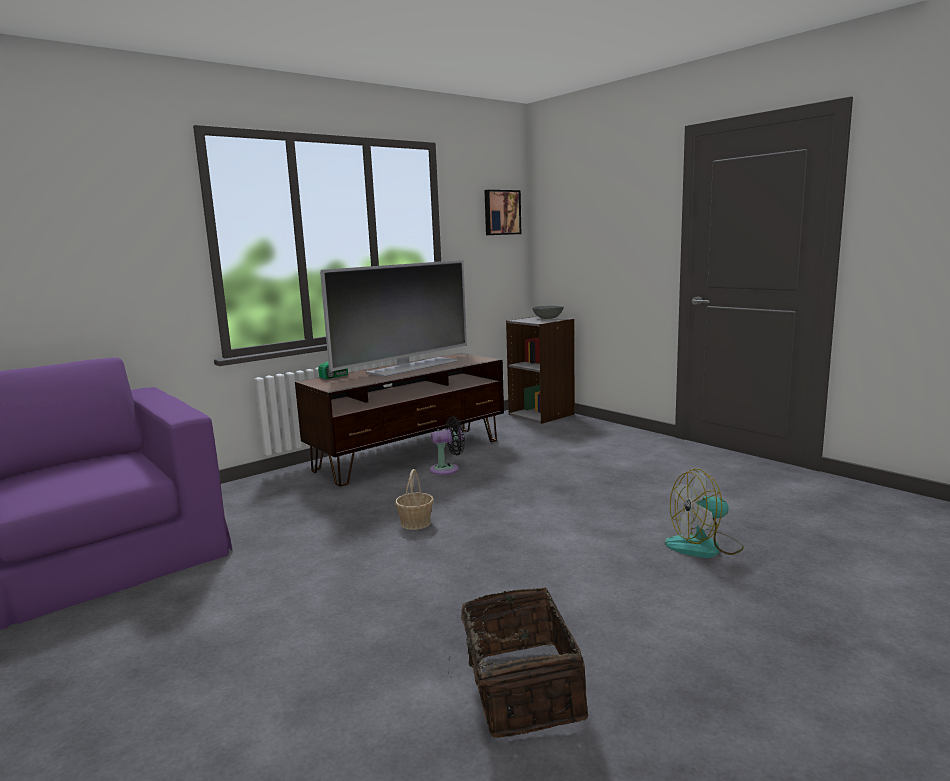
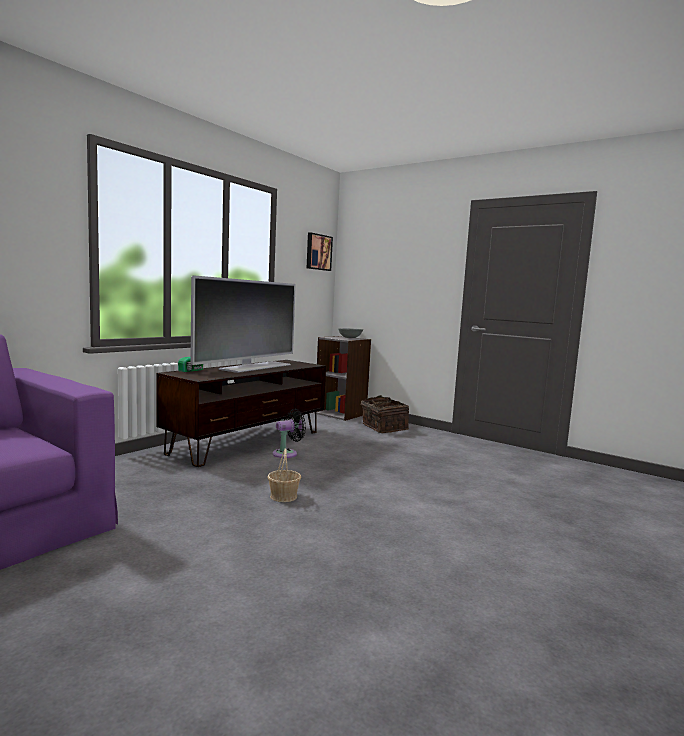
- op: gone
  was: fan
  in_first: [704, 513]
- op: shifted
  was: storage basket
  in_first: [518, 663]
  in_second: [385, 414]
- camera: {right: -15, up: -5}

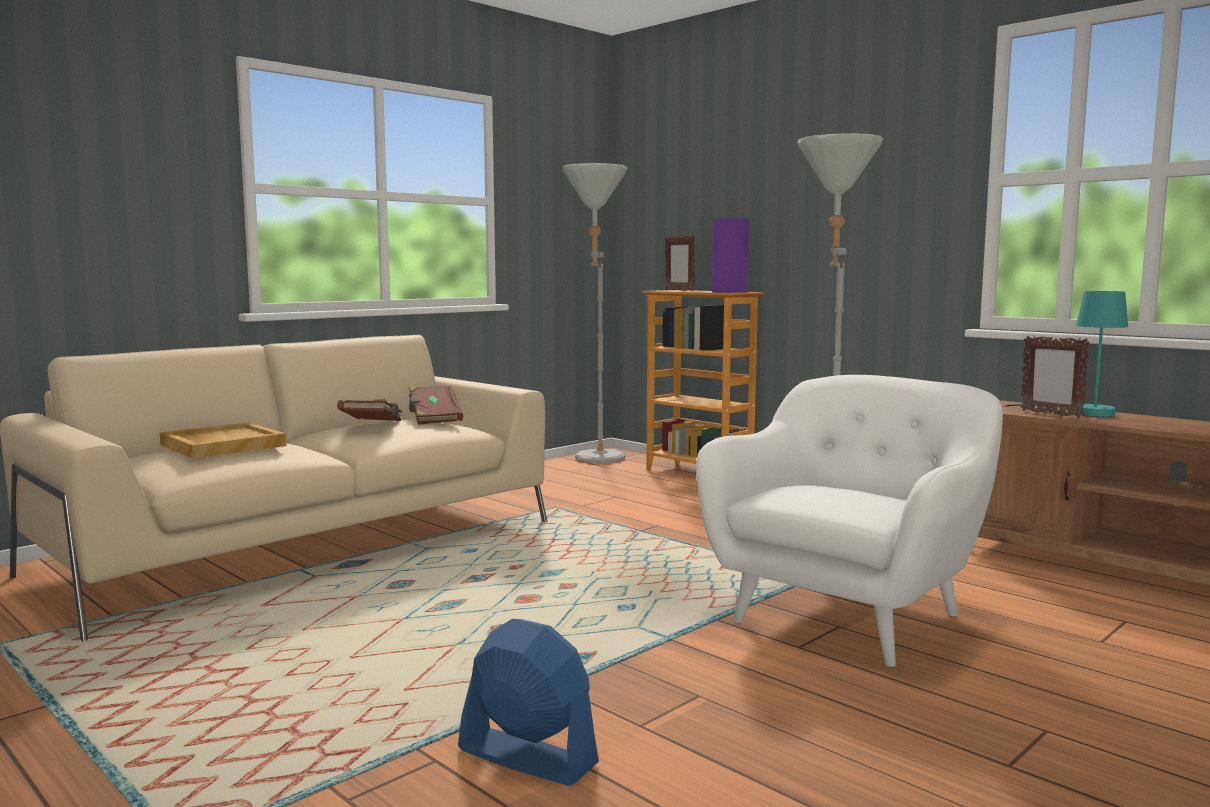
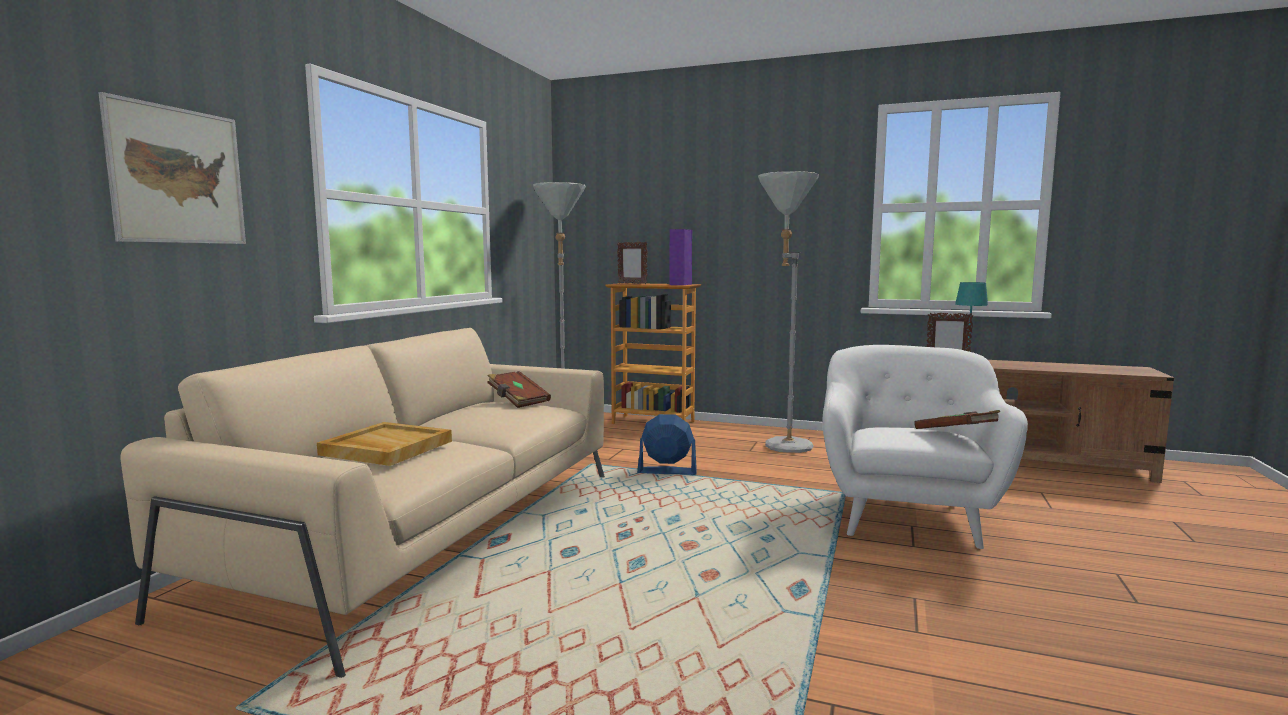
- op: shifted
  was: brownish book
  in_first: [369, 410]
  in_second: [957, 419]
- op: shifted
  was: blue fan
  in_first: [528, 702]
  in_second: [667, 444]
- op: new
  now: picture
  in_second: [172, 168]
- camera: {right: -25, up: 0}

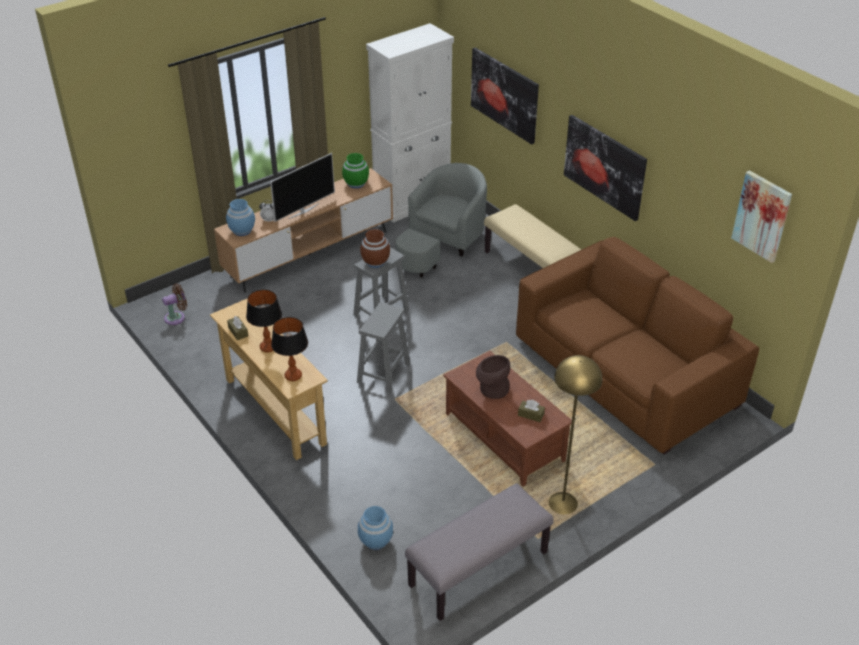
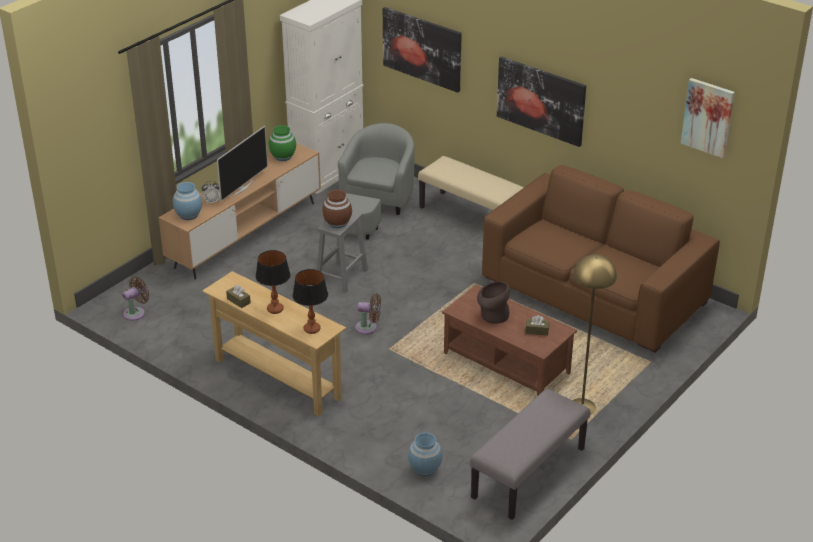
- op: swapped
  was: grey stool
  now: brownish fan
  in_first: [383, 347]
  in_second: [368, 314]
- camera: {right: -15, up: -5}

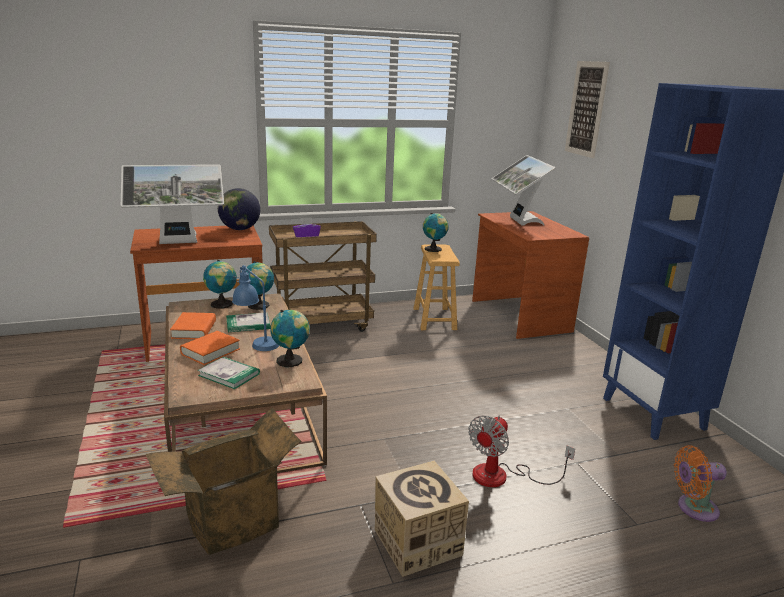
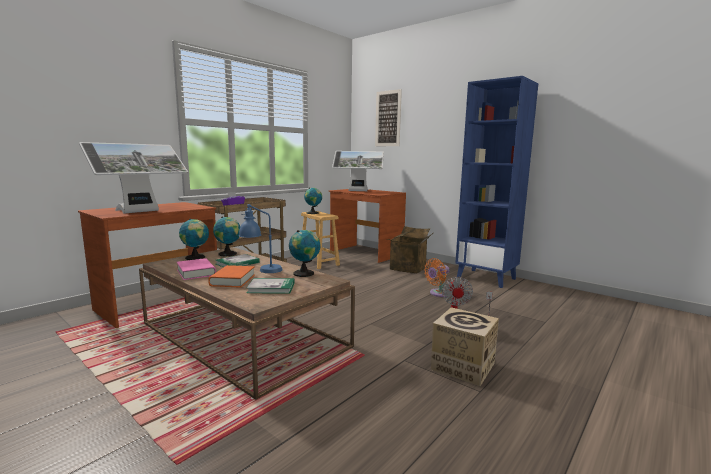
- op: rotated
  was: computer screen
  in_first: [524, 190]
  in_second: [358, 171]
  clockwise: -45
- op: gone
  was: world globe
  in_first: [239, 209]
- op: repainted
  was: orangey book
  now: pink book
  in_first: [193, 325]
  in_second: [196, 269]
- op: shifted
  was: carton
  in_first: [223, 481]
  in_second: [410, 249]
- op: shifted
  was: orangey fan
  in_first: [700, 483]
  in_second: [436, 277]
- camera: {right: -30, up: -10}

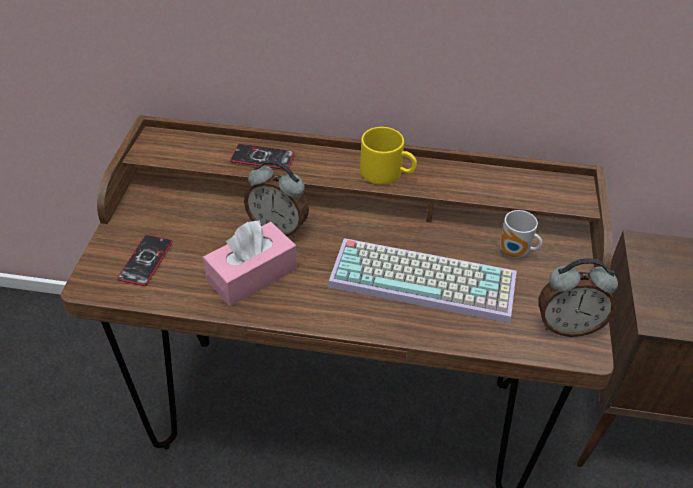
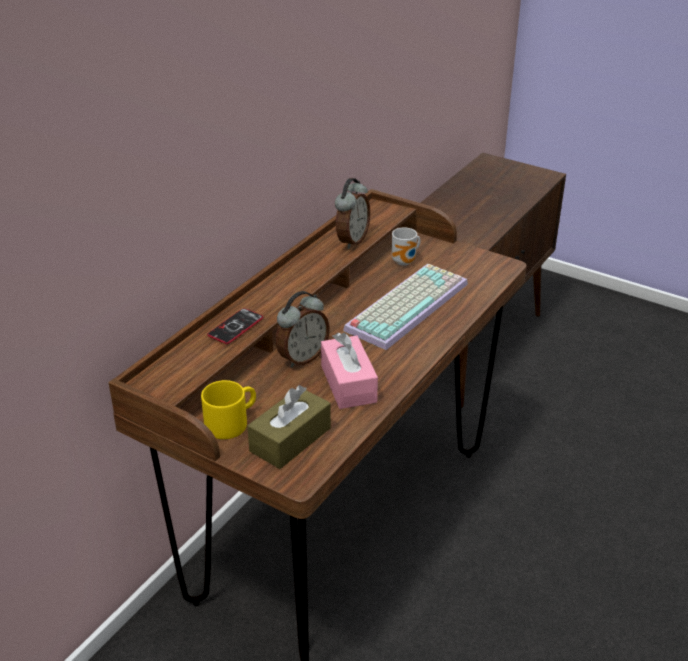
- op: shifted
  was: yellow-coloured tea mug
  in_first: [388, 156]
  in_second: [228, 409]
- op: swapped
  was: phone
  now: brownish box of tissues
  in_first: [145, 260]
  in_second: [289, 427]
- op: shifted
  was: table clock
  in_first: [578, 297]
  in_second: [352, 213]
- camera: {right: -65, up: -10}

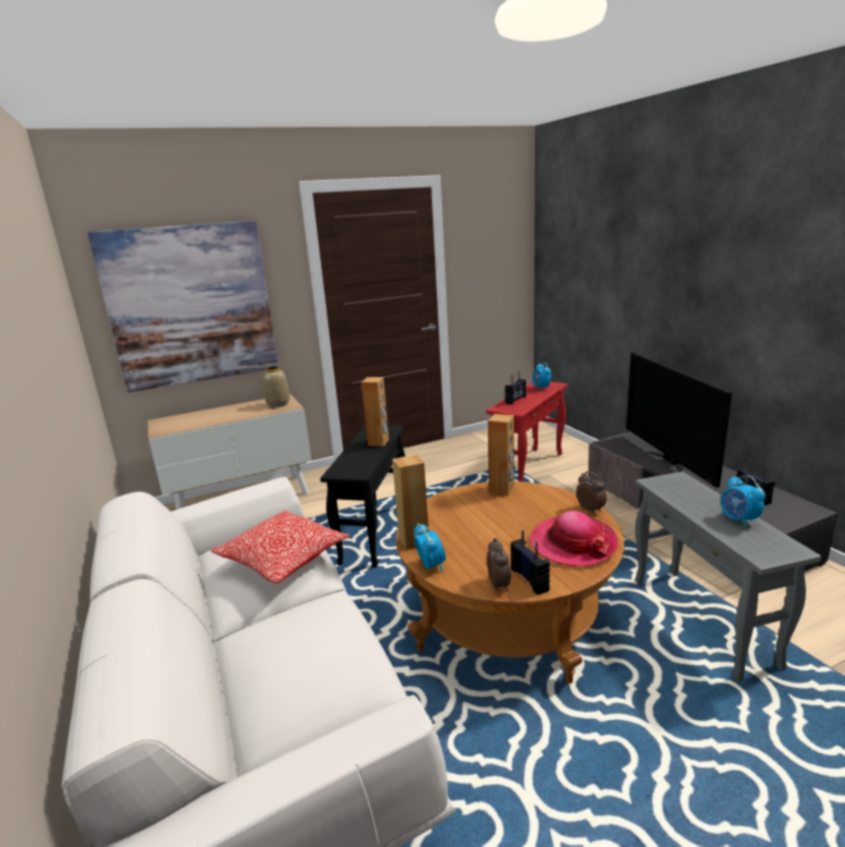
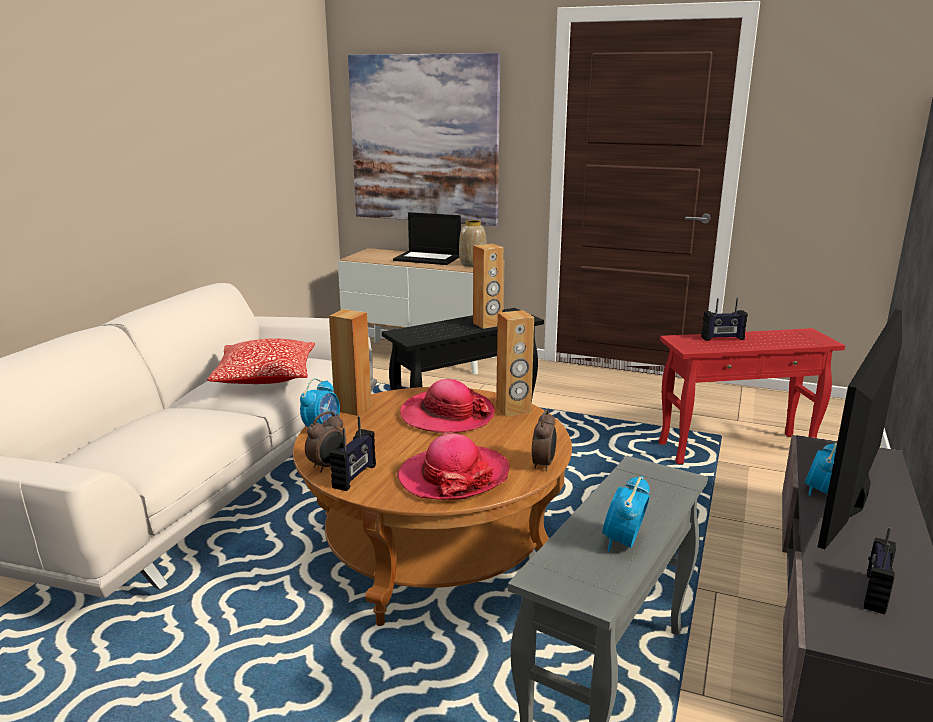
- op: shifted
  was: table clock
  in_first: [542, 376]
  in_second: [821, 469]
- op: new
  now: notebook computer
  in_second: [427, 238]
- op: new
  now: clothing hat
  in_second: [447, 406]
- camera: {right: 45, up: 0}

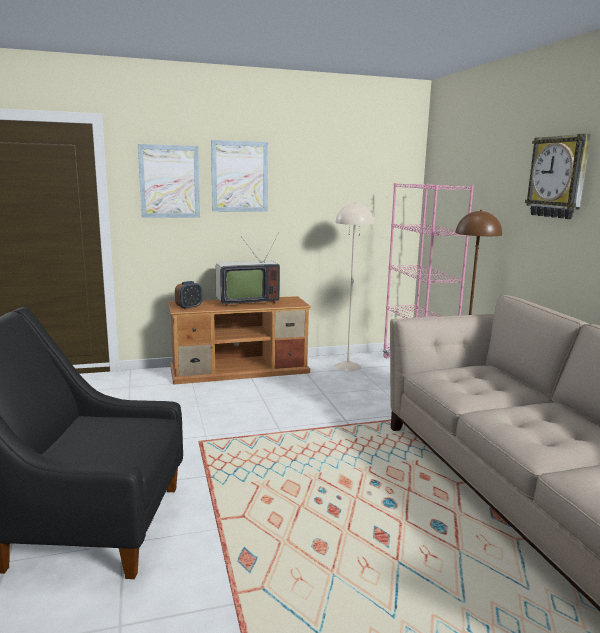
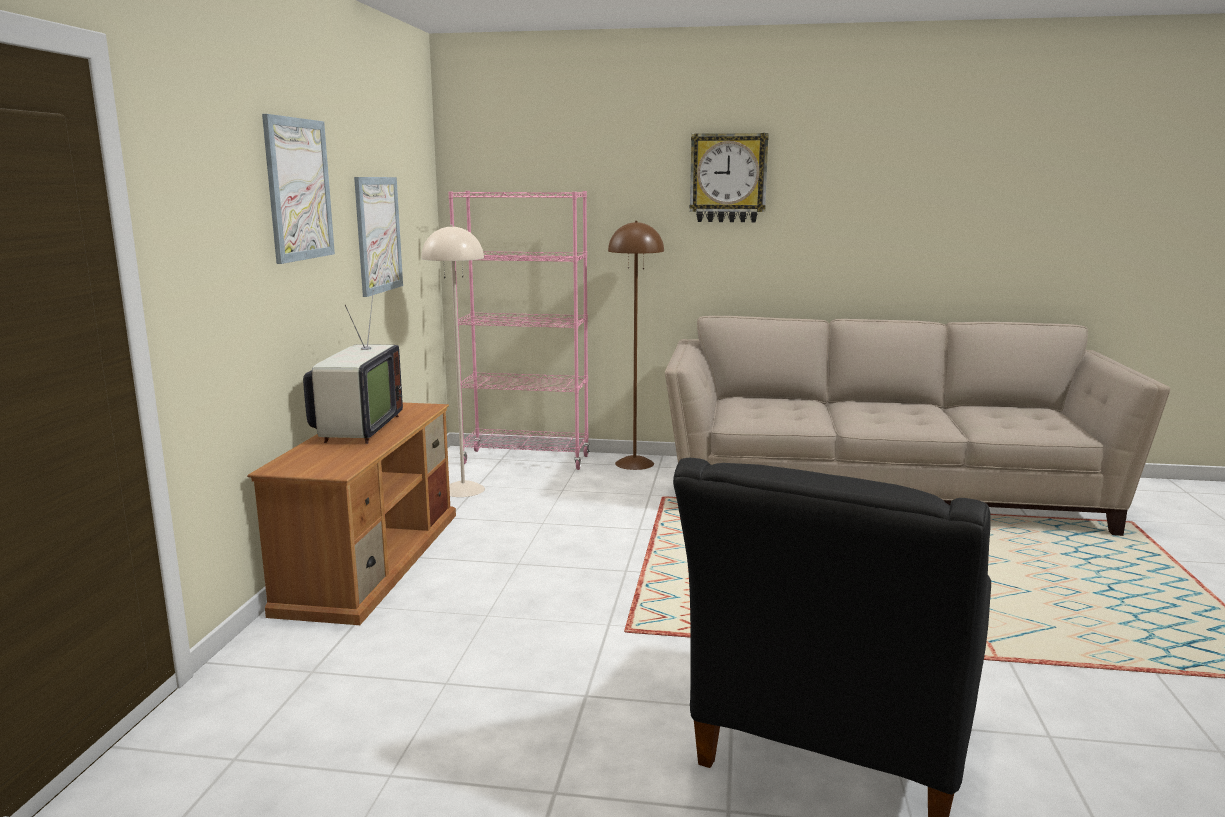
- op: shifted
  was: picture
  in_first: [169, 181]
  in_second: [378, 237]
- op: gone
  was: table clock
  in_first: [188, 295]
- camera: {right: -65, up: 0}

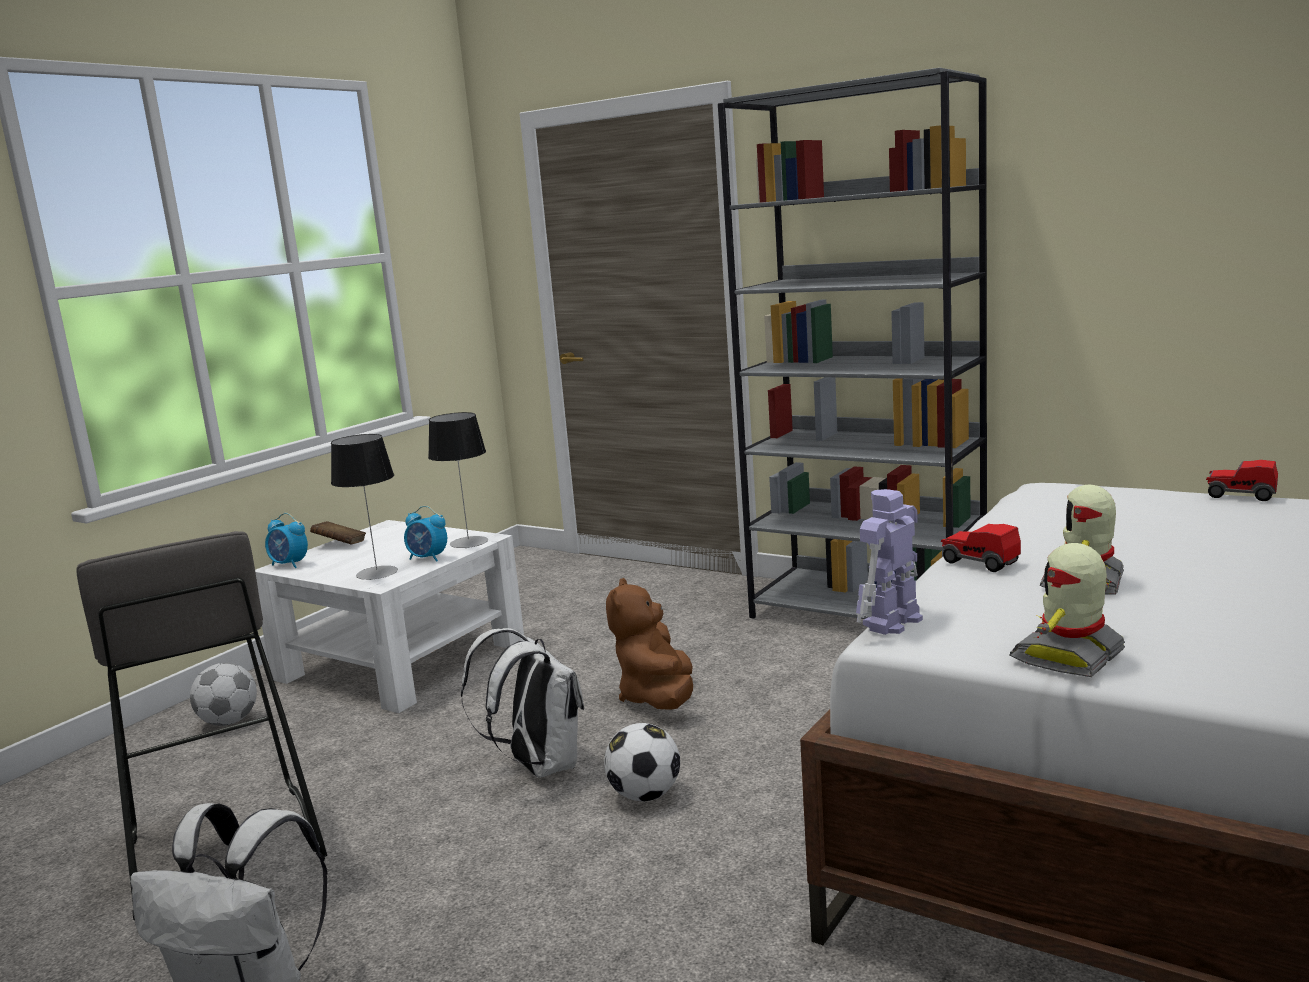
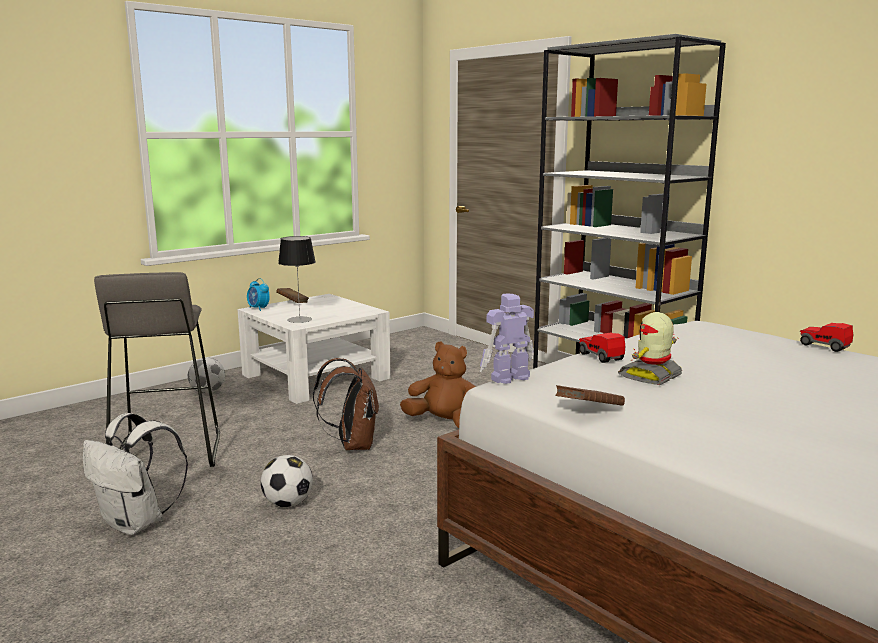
- op: gone
  was: tabletop lamp
  in_first: [458, 480]
- op: gone
  was: table clock
  in_first: [425, 534]
- op: swapped
  was: robot figure
  now: brownish book
  in_first: [1067, 610]
  in_second: [590, 395]
- op: rotated
  was: brownish soft toy
  in_first: [649, 644]
  in_second: [438, 384]
  clockwise: 90
- op: repainted
  was: whitish knapsack
  now: brownish knapsack
  in_first: [522, 703]
  in_second: [346, 404]
- op: shifted
  was: ball for football
  in_first: [642, 762]
  in_second: [287, 481]
- camera: {right: 15, up: 0}

